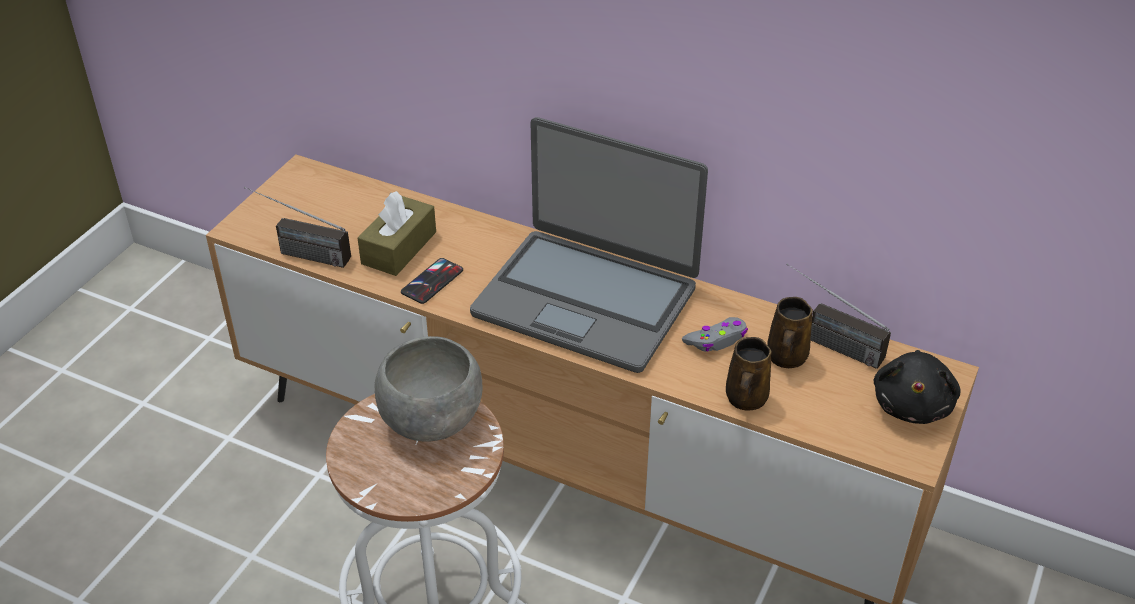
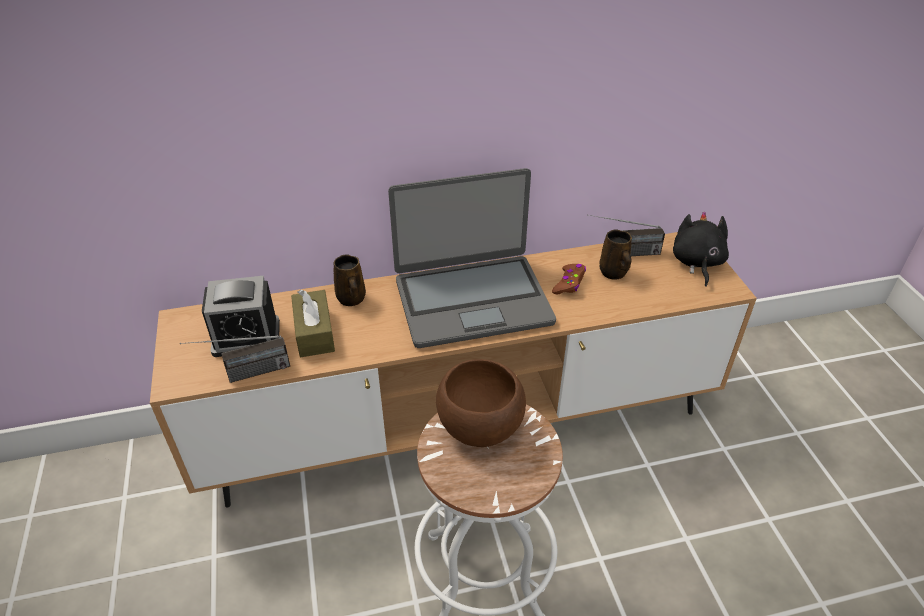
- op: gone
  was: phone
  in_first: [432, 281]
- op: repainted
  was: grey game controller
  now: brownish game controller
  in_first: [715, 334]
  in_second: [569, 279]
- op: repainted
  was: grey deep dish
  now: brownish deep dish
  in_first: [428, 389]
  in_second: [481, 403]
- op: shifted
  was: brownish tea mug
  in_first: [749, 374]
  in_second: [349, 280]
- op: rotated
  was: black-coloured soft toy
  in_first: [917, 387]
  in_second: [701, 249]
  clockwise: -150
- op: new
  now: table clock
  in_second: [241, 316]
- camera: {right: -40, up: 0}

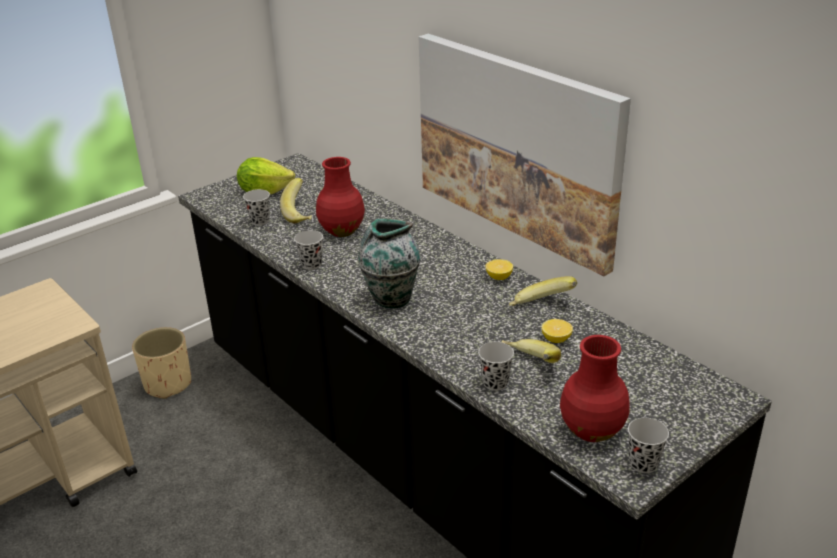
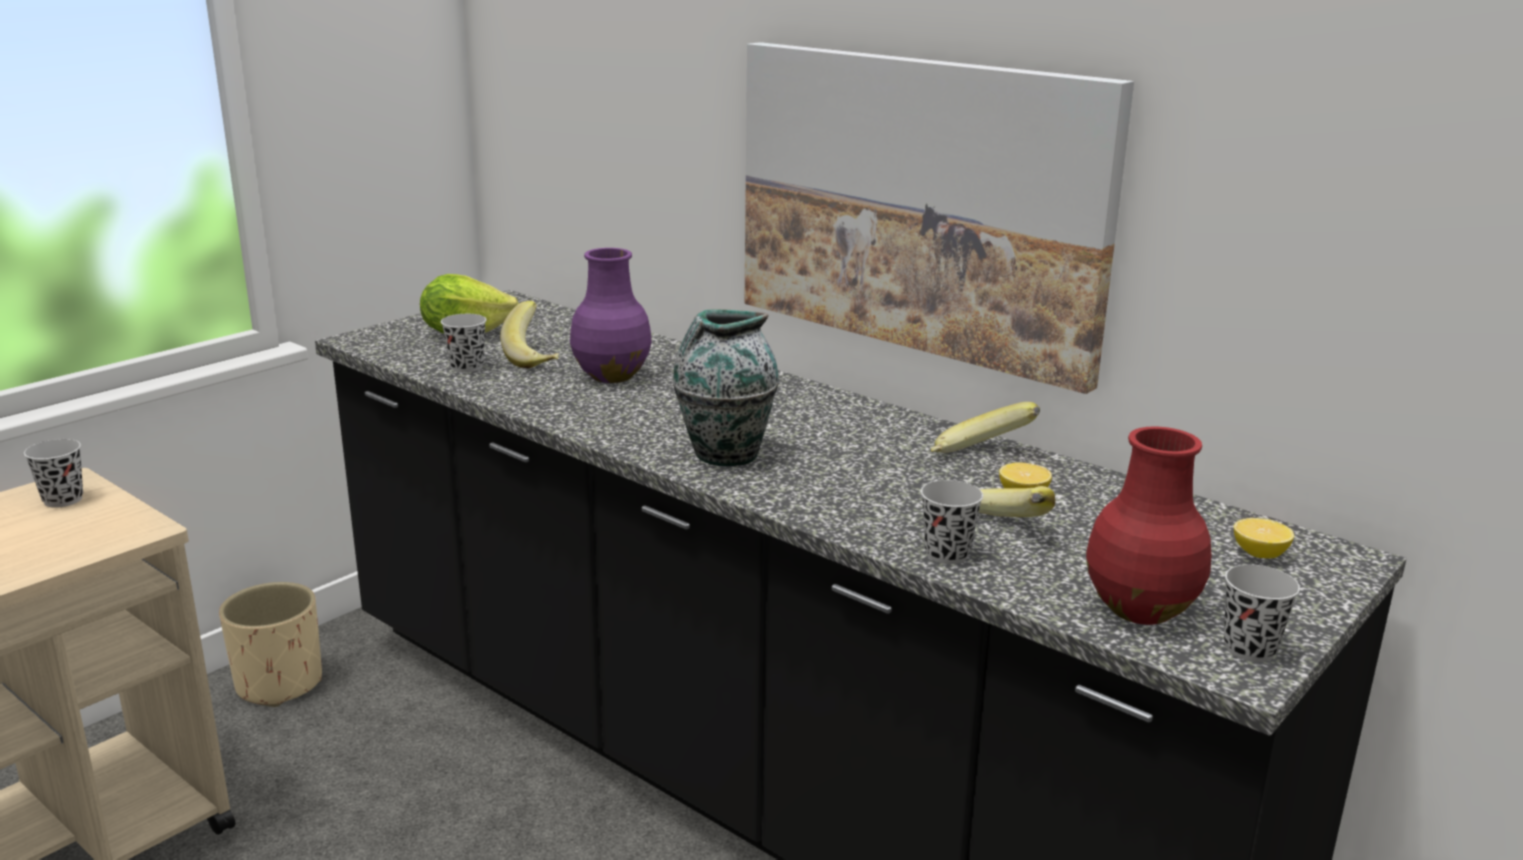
- op: repainted
  was: reddish flower vase
  now: purple-coloured flower vase
  in_first: [340, 197]
  in_second: [611, 315]
- op: shifted
  was: black-coloured drinking cup
  in_first: [308, 250]
  in_second: [53, 473]
- op: shifted
  was: whole lemon
  in_first: [499, 269]
  in_second: [1264, 538]
- camera: {right: -10, up: -10}

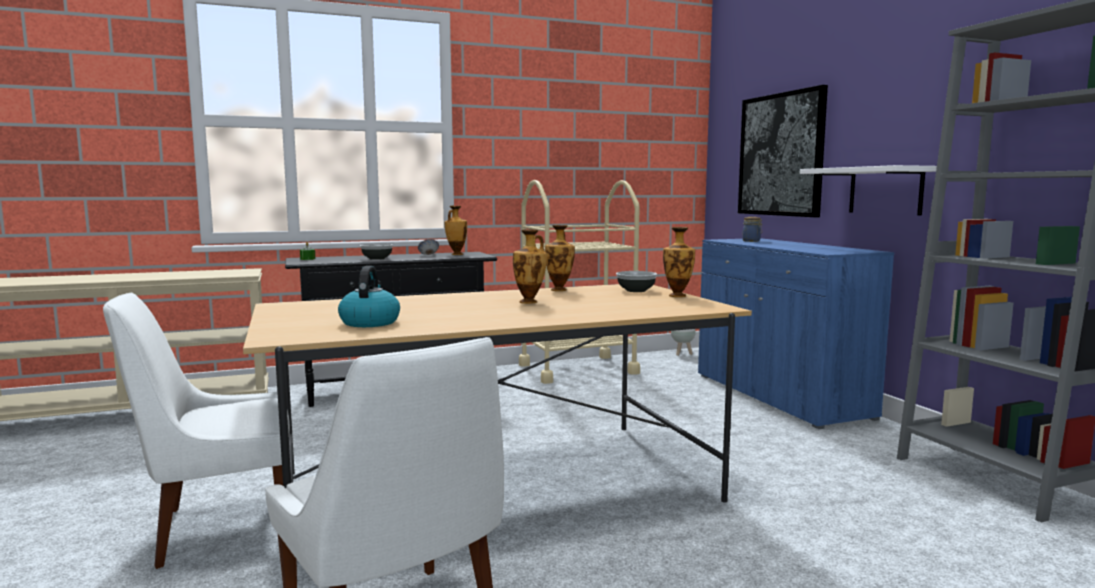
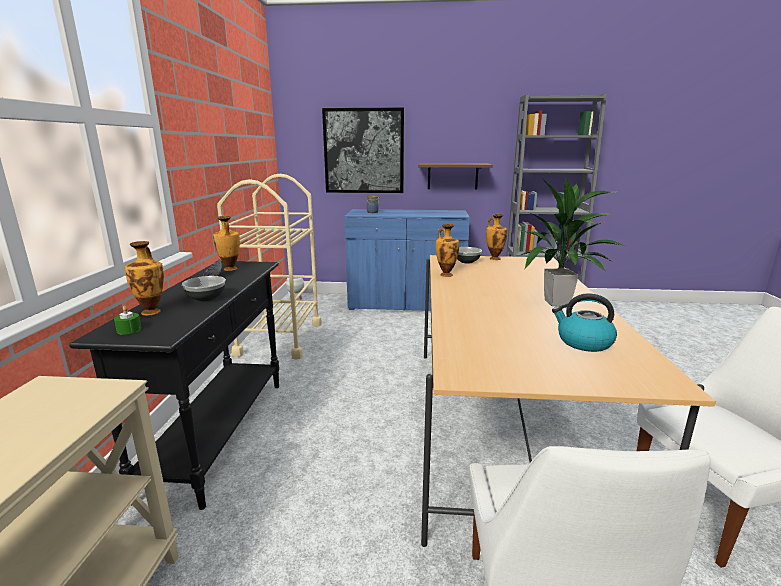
- op: repainted
  was: whitish bracket shelf
  now: brownish bracket shelf
  in_first: [868, 190]
  in_second: [455, 176]
- op: shifted
  was: flower vase
  in_first: [530, 266]
  in_second: [144, 278]
- op: new
  now: plant in a pot
  in_second: [573, 241]
- camera: {right: -65, up: 10}

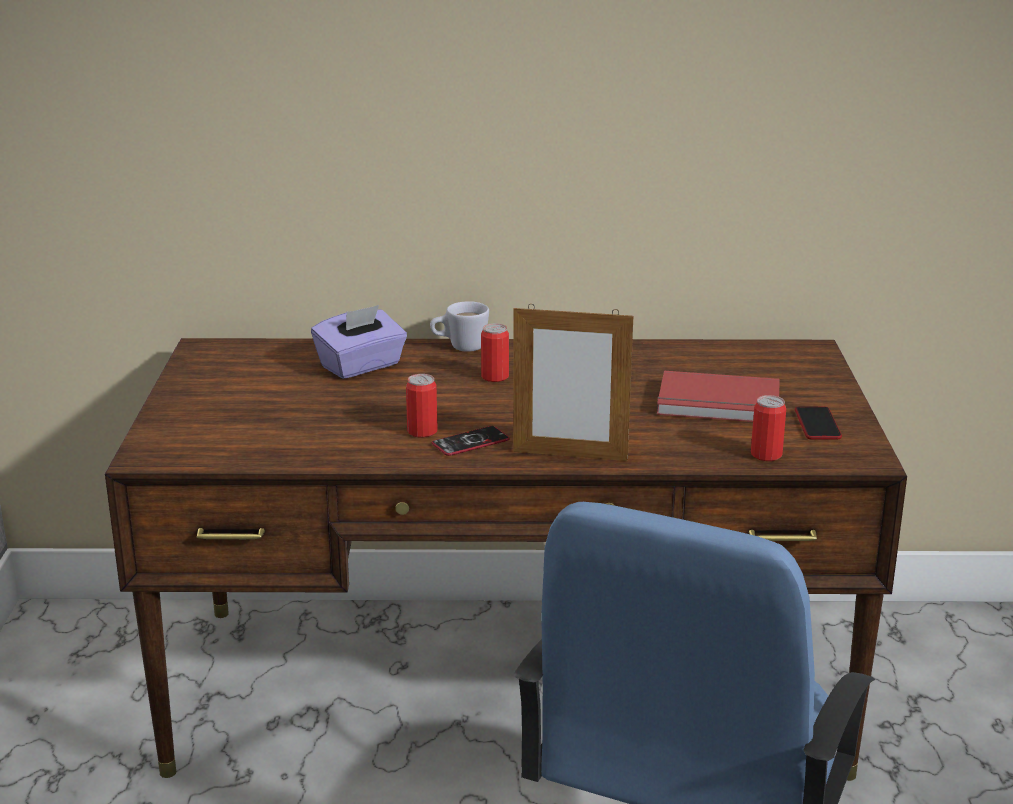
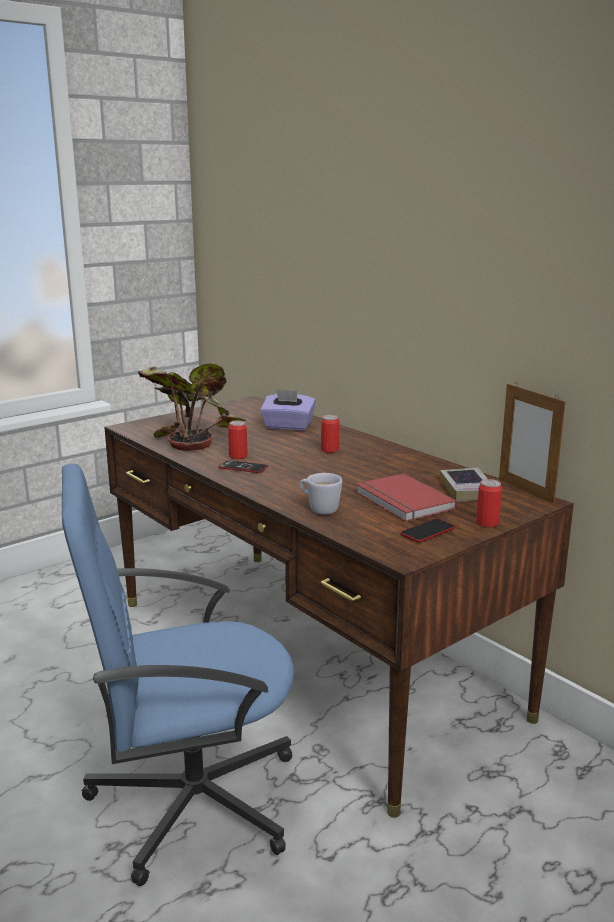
- op: shifted
  was: whitish tea mug
  in_first: [459, 326]
  in_second: [321, 494]
- op: shifted
  was: photo frame
  in_first: [573, 382]
  in_second: [532, 444]
- op: shifted
  was: can
  in_first: [768, 428]
  in_second: [489, 503]
- op: new
  now: plant in a pot
  in_second: [192, 407]
- op: new
  now: book
  in_second: [464, 485]
- camera: {right: 50, up: -5}

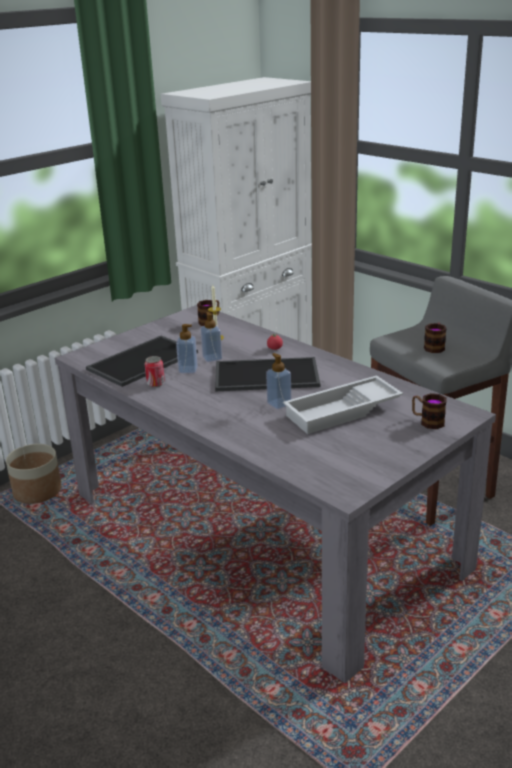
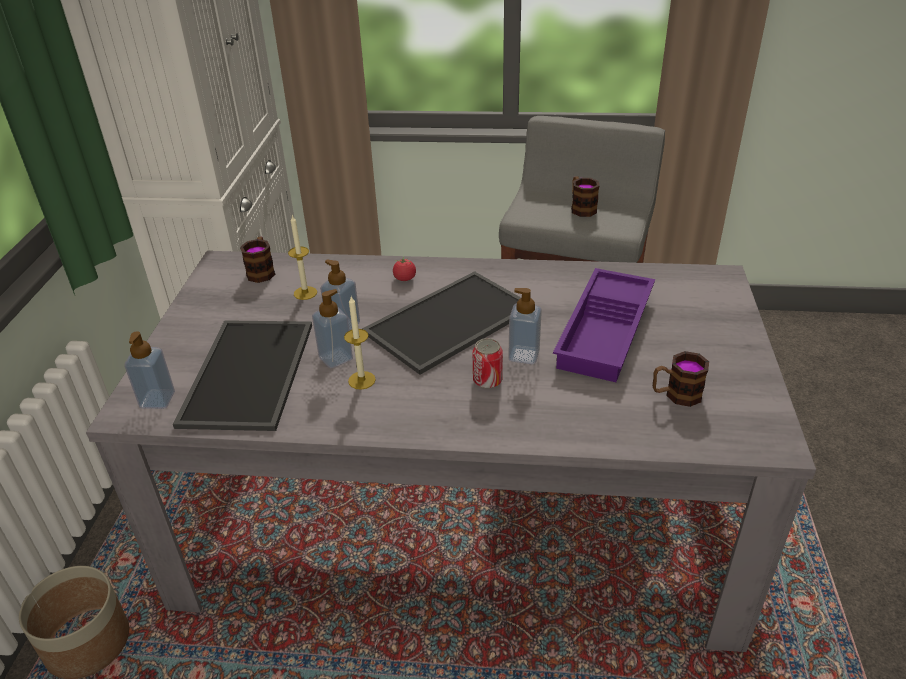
- op: shifted
  was: can
  in_first: [155, 371]
  in_second: [488, 363]
- op: repainted
  was: whitish tray
  now: purple-coloured tray
  in_first: [343, 404]
  in_second: [604, 325]
- op: shifted
  was: tea mug
  in_first: [429, 411]
  in_second: [681, 379]
- op: new
  now: candle
  in_second: [360, 342]
- op: new
  now: soap dispenser
  in_second: [149, 370]
- camera: {right: -40, up: 10}

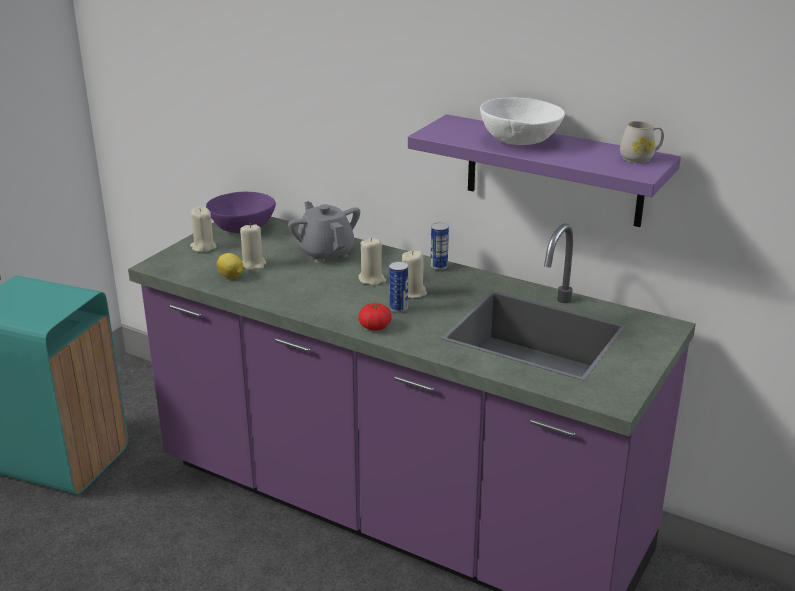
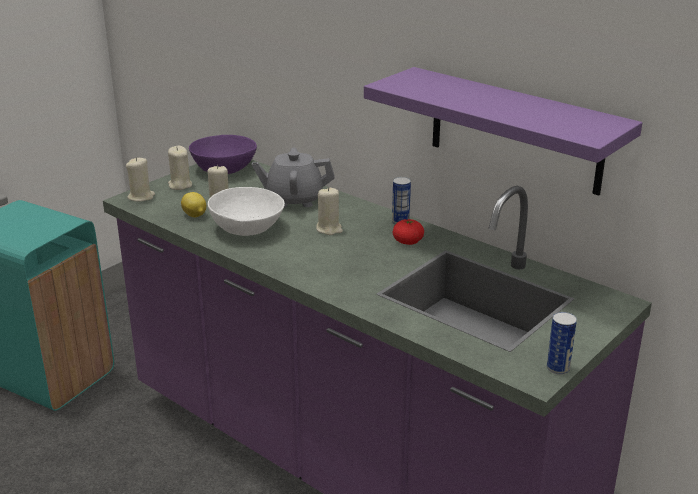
- op: shifted
  was: whitish deep dish
  in_first: [522, 121]
  in_second: [246, 211]
- op: gone
  was: whitish tea mug
  in_first: [642, 142]
- op: rotated
  was: grey teapot
  in_first: [324, 232]
  in_second: [293, 177]
  clockwise: -75
- op: shifted
  was: beige candle
  in_first: [414, 274]
  in_second: [140, 179]
- op: shifted
  was: can
  in_first: [398, 287]
  in_second: [562, 343]
- op: shifted
  was: whole tomato
  in_first: [375, 317]
  in_second: [408, 232]
- camera: {right: 10, up: 0}

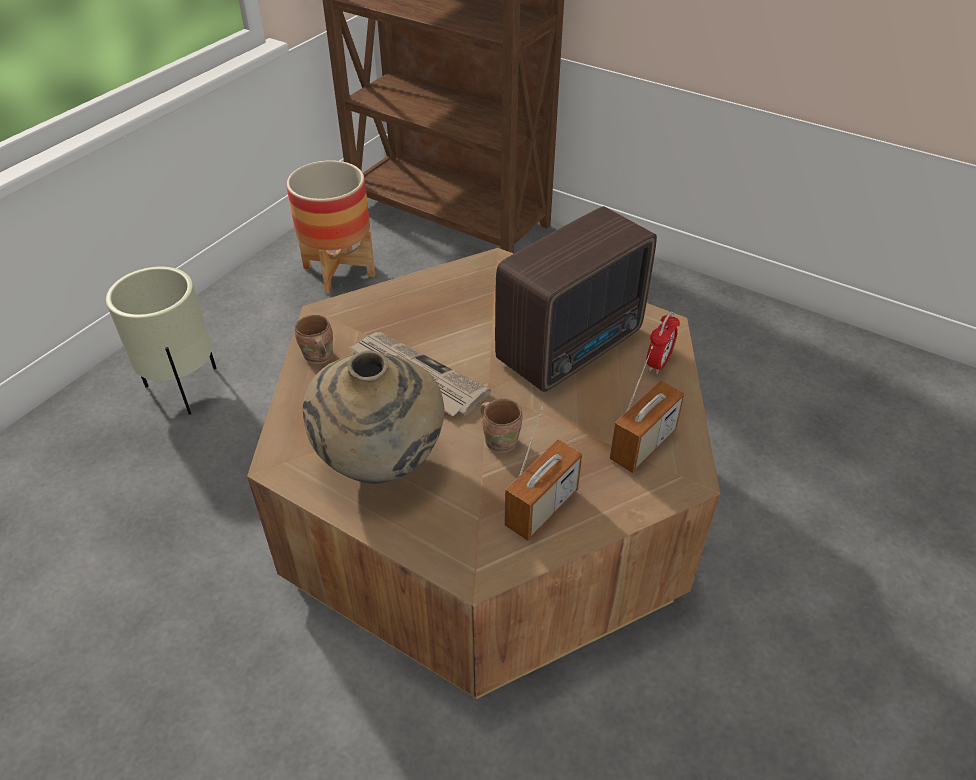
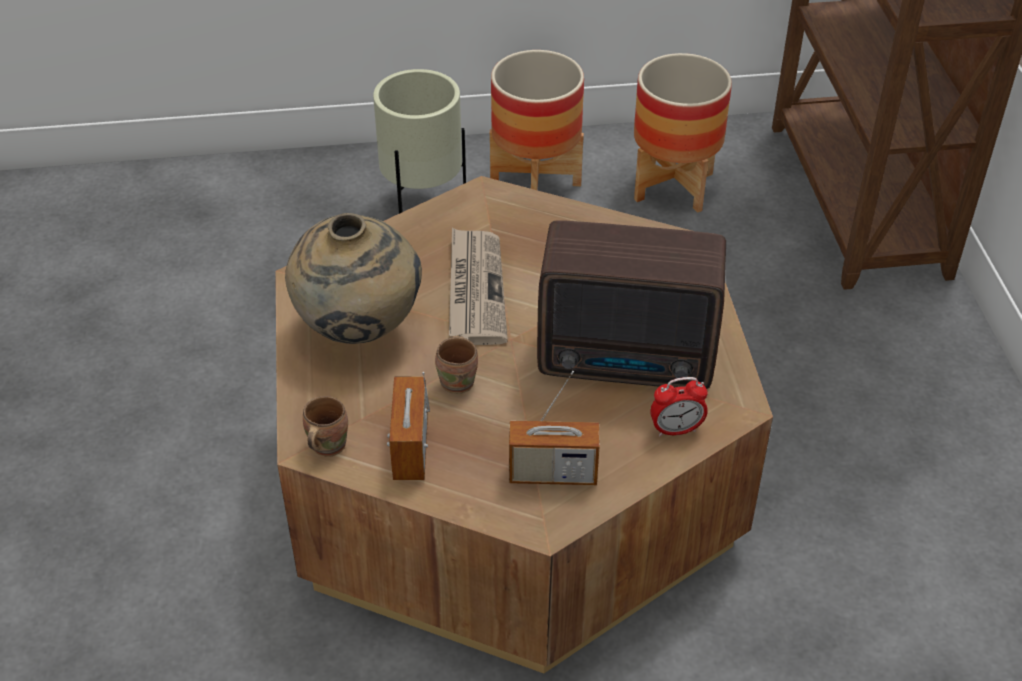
- op: shifted
  was: brownish tea mug
  in_first: [314, 339]
  in_second: [325, 426]
- op: rotated
  was: radio set
  in_first: [543, 474]
  in_second: [408, 426]
  clockwise: 90
- op: new
  now: plant pot
  in_second: [537, 120]
- camera: {right: 50, up: 0}

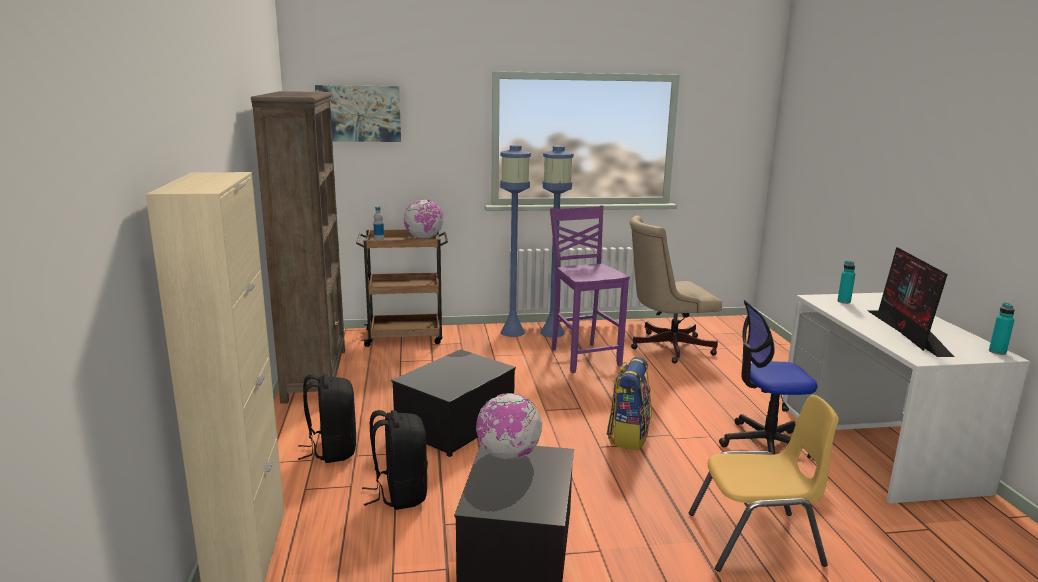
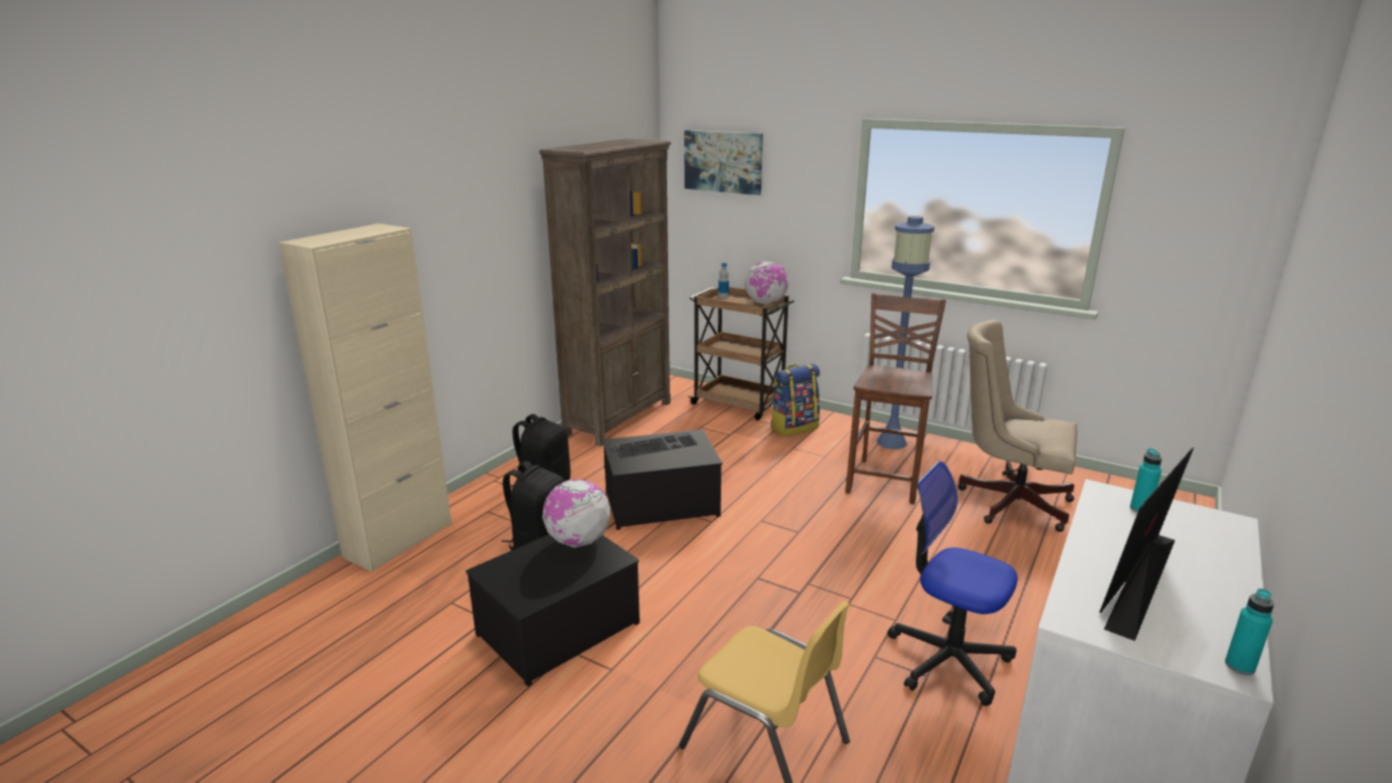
- op: gone
  was: blue floor lamp
  in_first: [515, 241]
- op: repainted
  was: purple-coloured plain chair
  now: brownish plain chair
  in_first: [590, 289]
  in_second: [895, 398]
- op: shifted
  was: knapsack
  in_first: [629, 403]
  in_second: [795, 400]
- op: new
  now: PC keyboard
  in_second: [654, 445]
- camera: {right: 40, up: 5}

